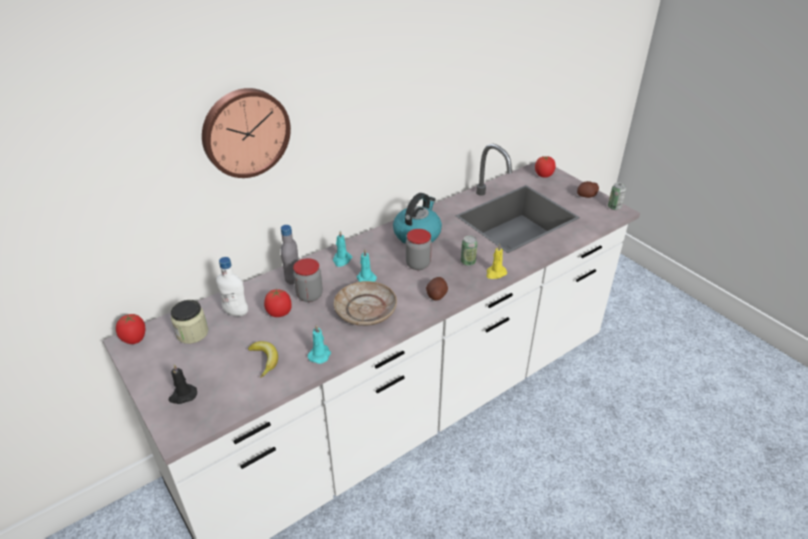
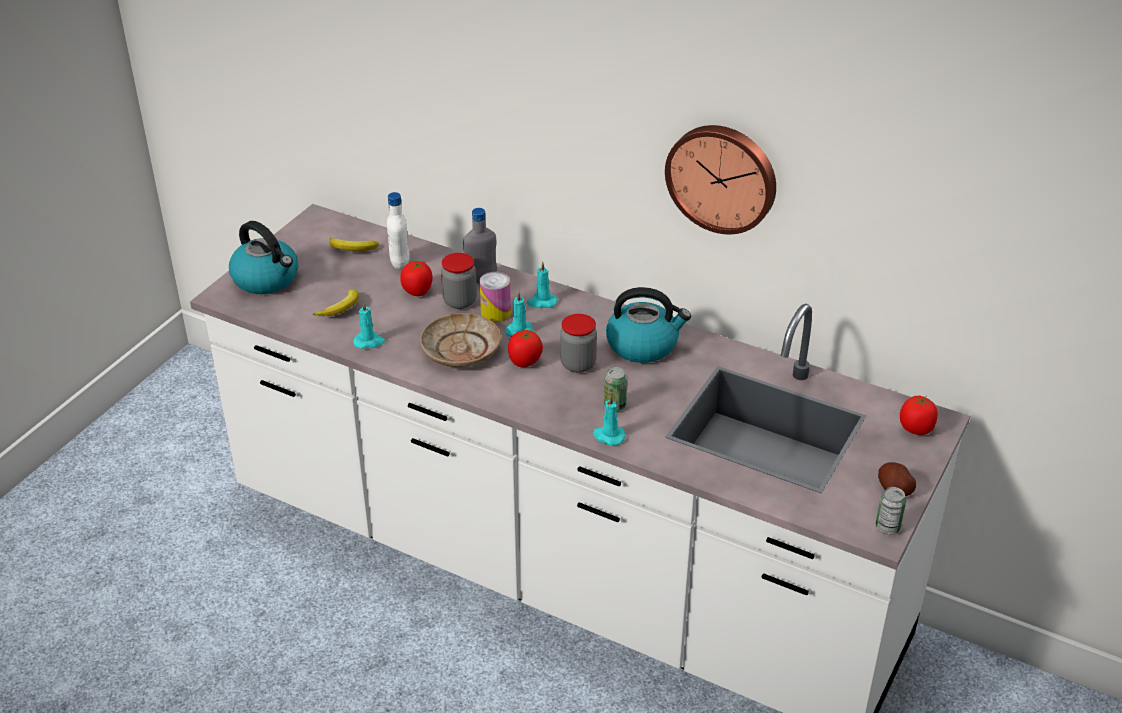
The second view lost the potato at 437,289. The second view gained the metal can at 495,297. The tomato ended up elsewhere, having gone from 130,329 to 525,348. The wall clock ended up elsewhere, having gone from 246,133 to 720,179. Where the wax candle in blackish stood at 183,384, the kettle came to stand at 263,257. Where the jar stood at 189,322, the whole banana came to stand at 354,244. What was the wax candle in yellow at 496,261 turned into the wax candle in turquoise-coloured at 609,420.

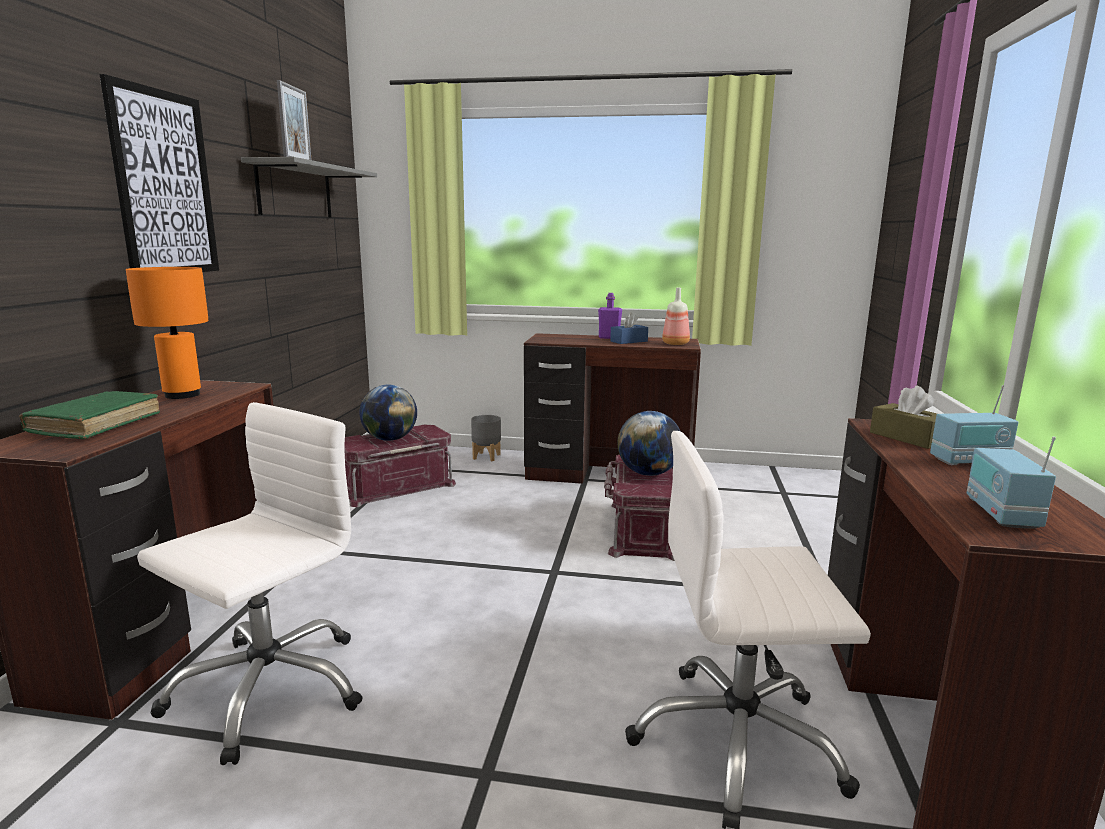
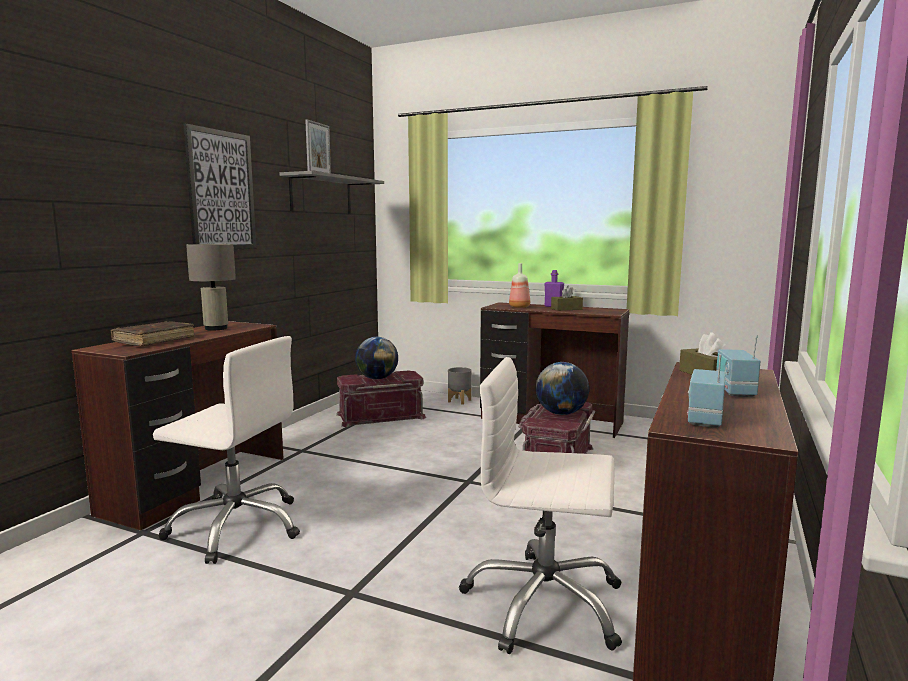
The bottle ended up elsewhere, having gone from 676,316 to 519,285. What was the bound book in green-coloured at 89,415 turned into the bound book in brownish at 152,334. What was the tabletop lamp in orangey at 167,333 turned into the tabletop lamp in grey at 211,287. What was the box of tissues in blue at 629,328 turned into the box of tissues in brownish at 567,298. The computer chair in white-coloured at 250,583 ended up facing another way, 60 degrees clockwise from before. The radio at 974,425 ended up facing another way, 90 degrees clockwise from before.

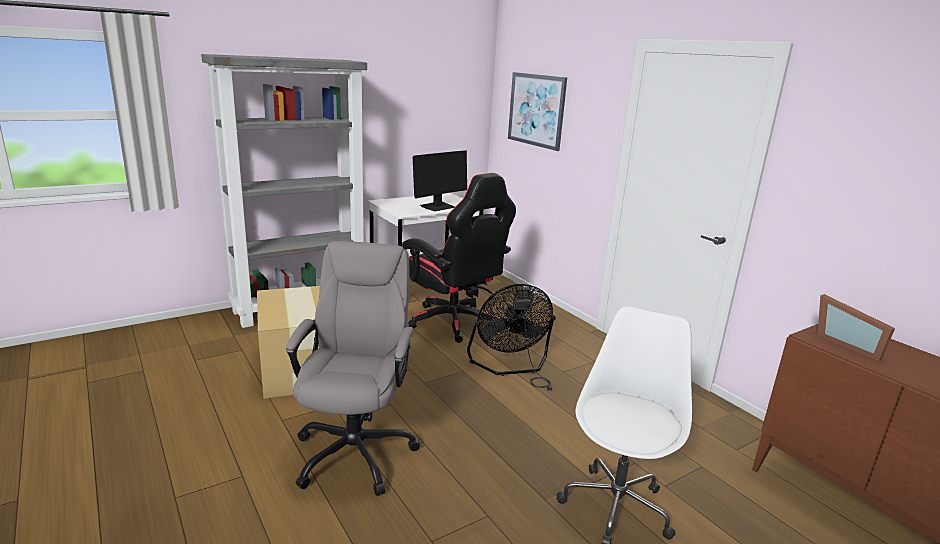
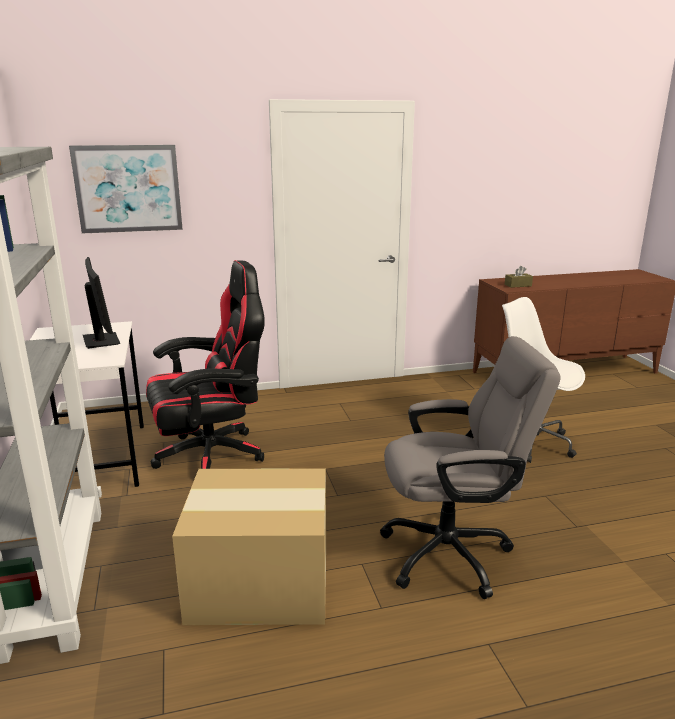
The second view lost the fan in blackish at 511,337. Where the picture frame stood at 856,327, the box of tissues in brownish came to stand at 519,277. The computer chair in grey at 353,368 ended up facing another way, 150 degrees clockwise from before.

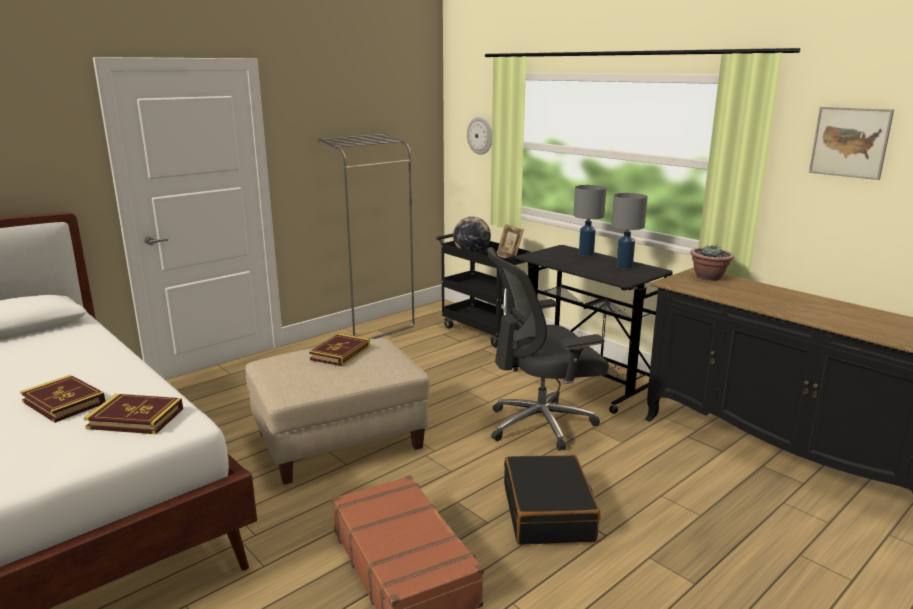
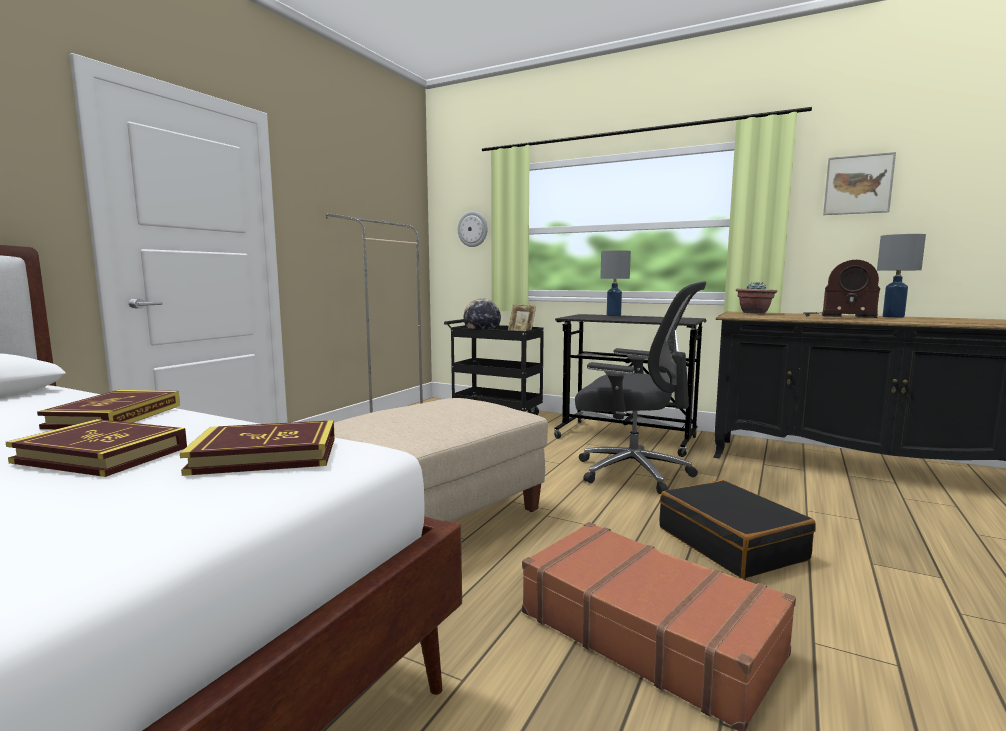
The second view gained the radio at 842,289. The bound book ended up elsewhere, having gone from 339,350 to 108,410. The tabletop lamp in grey ended up elsewhere, having gone from 629,231 to 901,276. The computer chair at 548,348 ended up facing another way, 120 degrees counterclockwise from before.

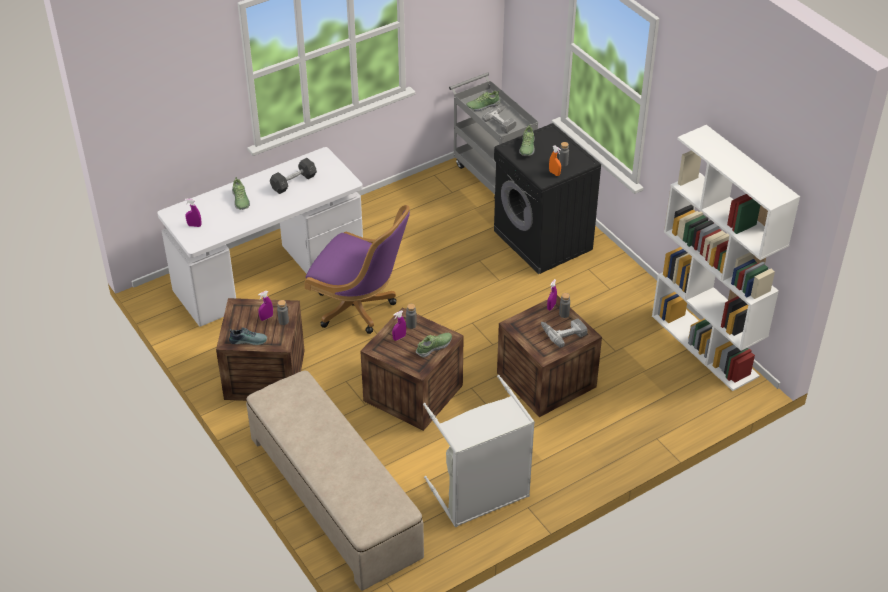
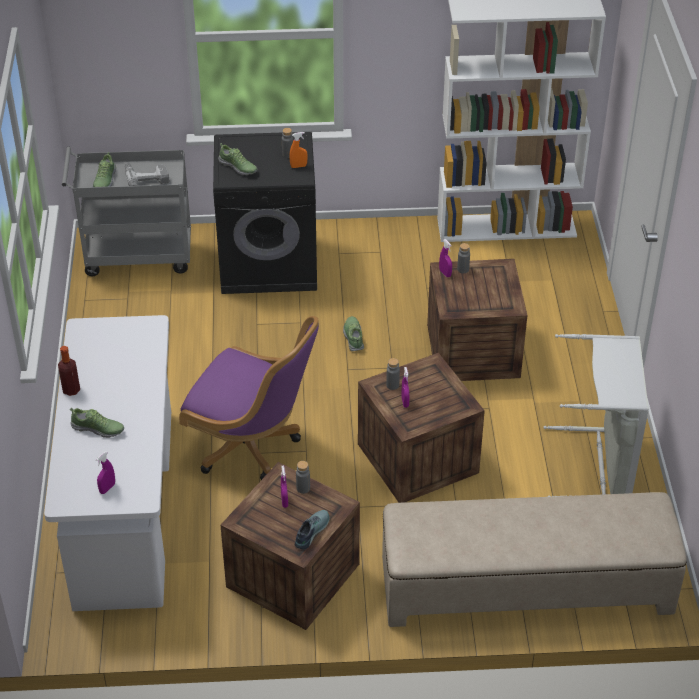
The second view lost the free weight in grey at 293,176. The second view lost the drill at 564,333. The second view gained the bottle at 69,371. The item of footwear ended up elsewhere, having gone from 434,345 to 353,333. The computer chair in purplish at 357,269 ended up facing another way, 60 degrees clockwise from before.

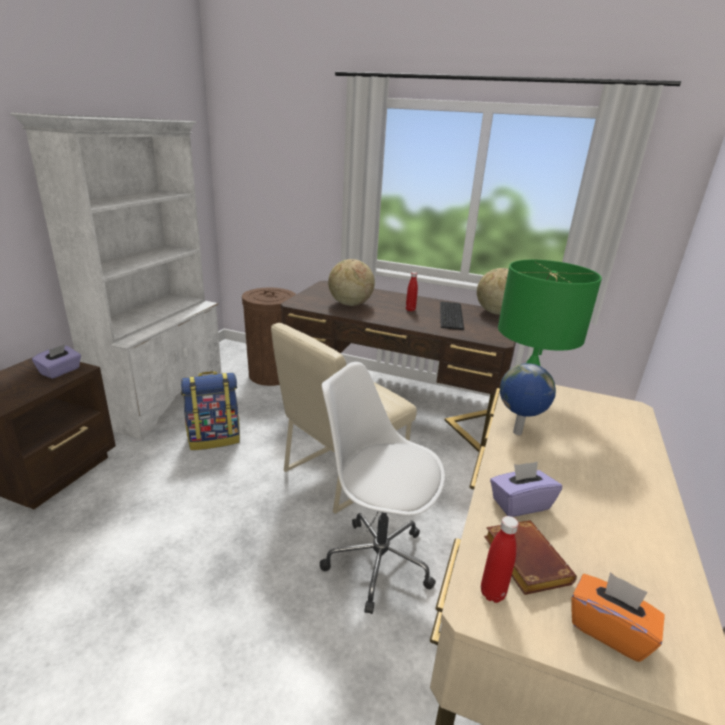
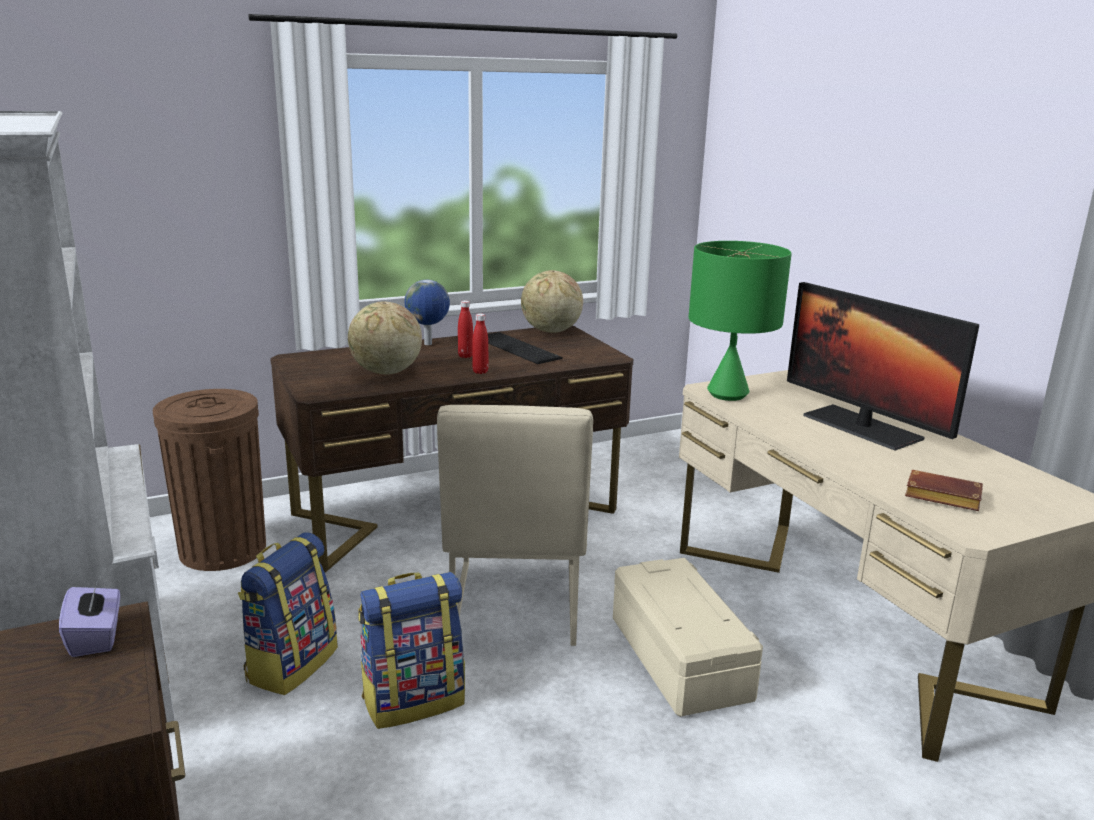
The second view lost the box of tissues in purplish at 526,489. The second view lost the box of tissues in orangey at 618,617. The second view gained the backpack at 412,650. The second view gained the computer display at 883,366. The bottle in red ended up elsewhere, having gone from 500,559 to 480,343. The globe ended up elsewhere, having gone from 528,399 to 427,312. Where the computer chair in white-coloured stood at 382,488, the storage container in sand-coloured came to stand at 688,637.

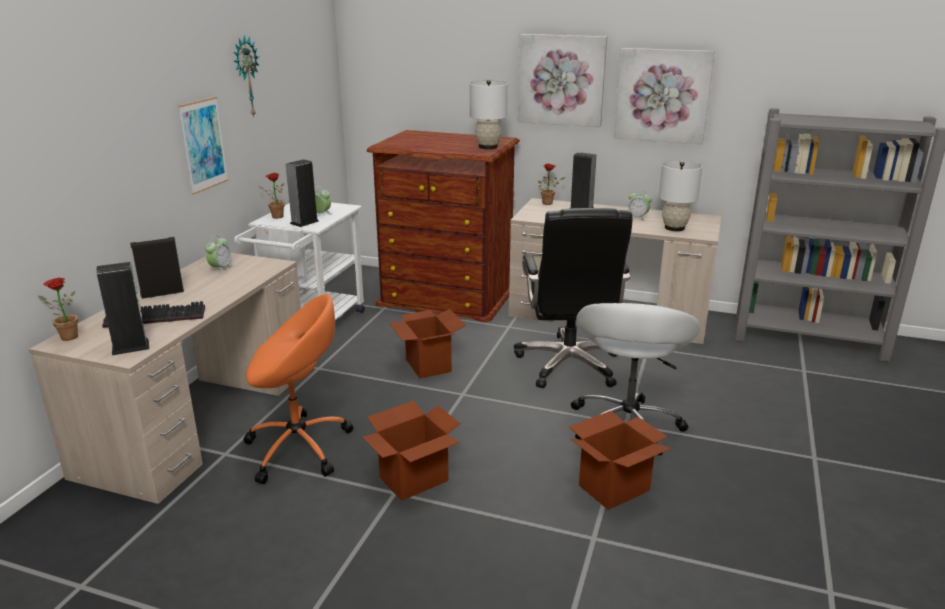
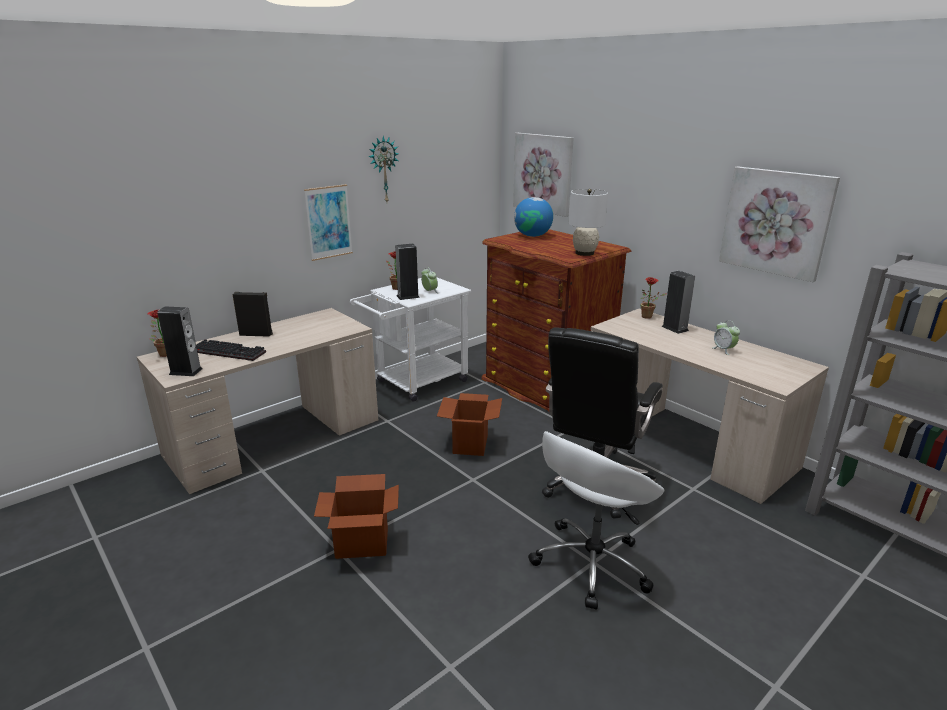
The second view lost the table clock at 219,254. The second view lost the computer chair in orangey at 298,389. The second view lost the carton at 620,460. The second view lost the tabletop lamp in white-coloured at 680,195. The second view gained the globe at 533,217. The wall art ended up elsewhere, having gone from 562,80 to 543,175.

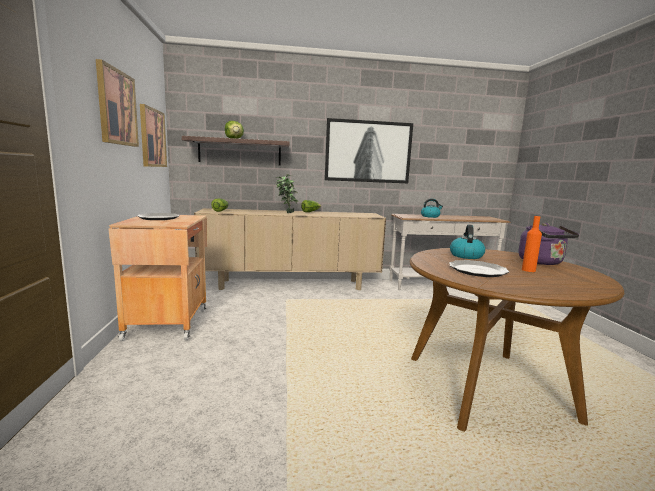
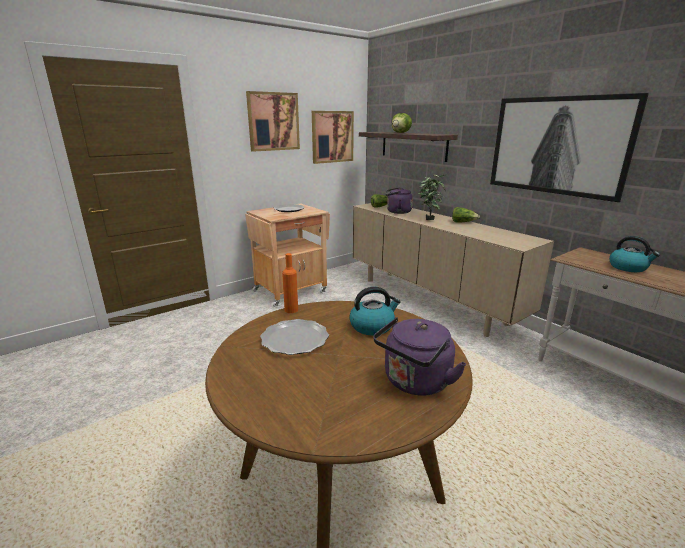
The second view gained the kettle in purplish at 399,200. The bottle in orangey ended up elsewhere, having gone from 532,244 to 290,283.

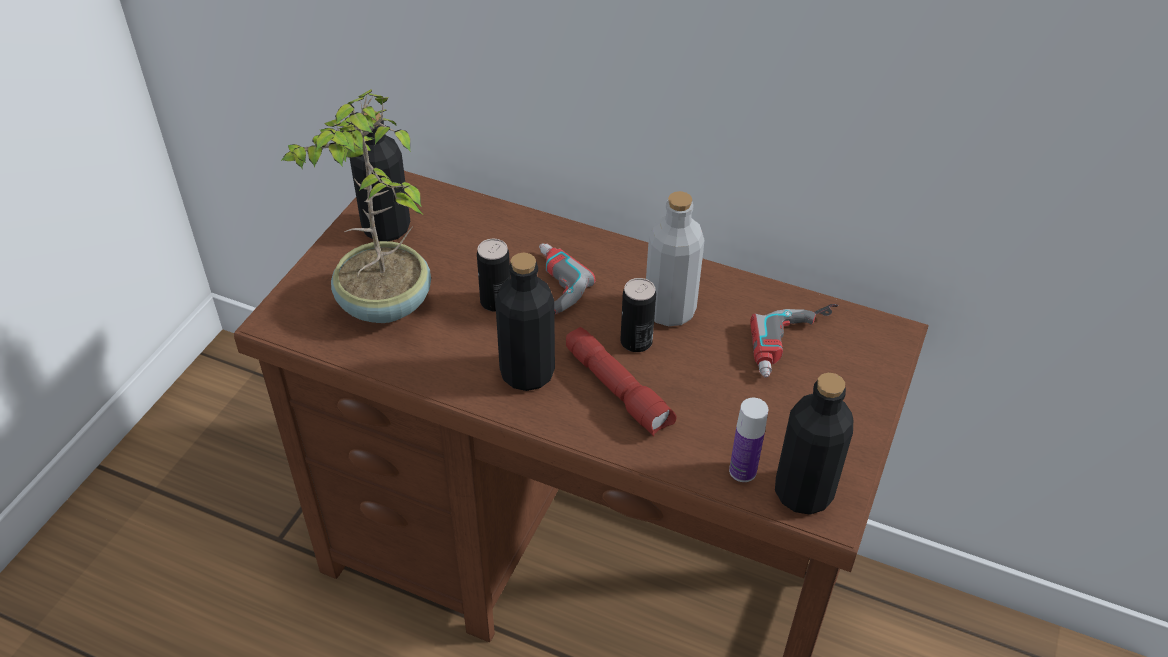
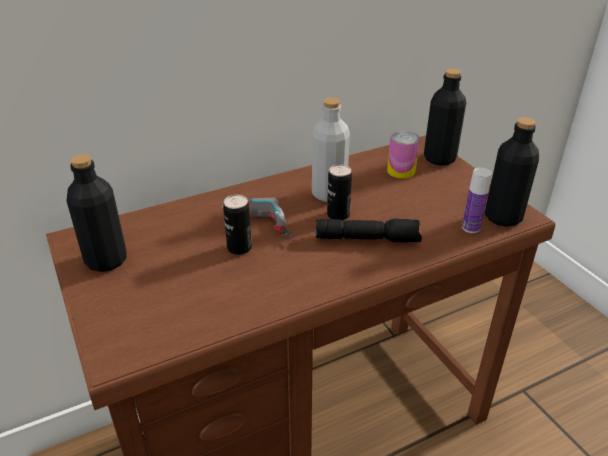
The second view lost the potted plant at 356,206. The bottle in blackish ended up elsewhere, having gone from 525,321 to 445,117. Where the drill stood at 794,341, the metal can came to stand at 403,155. What was the torch in red at 621,382 turned into the torch in blackish at 369,231.

